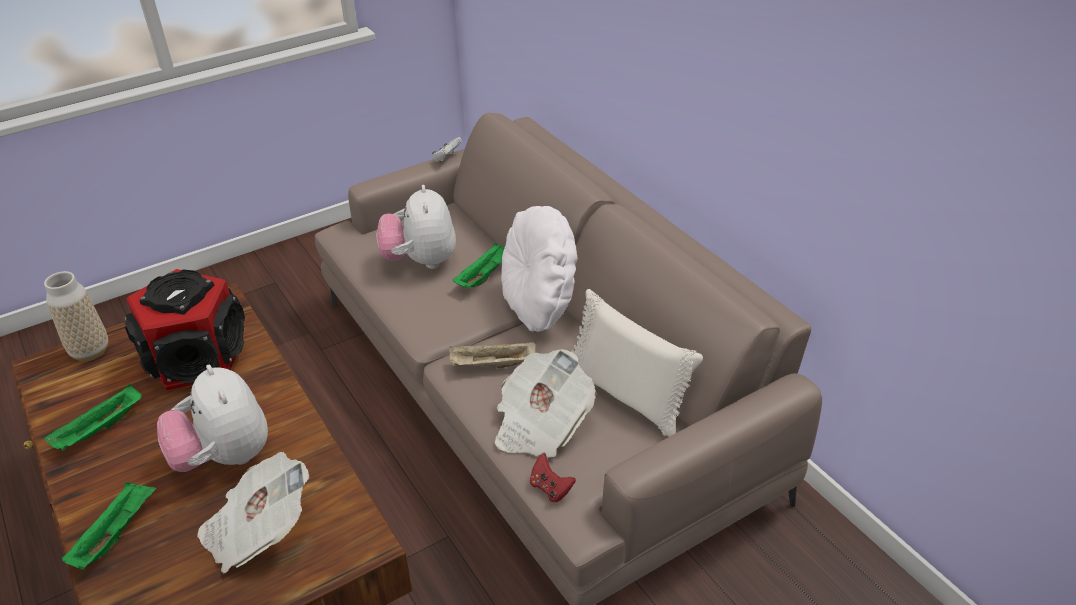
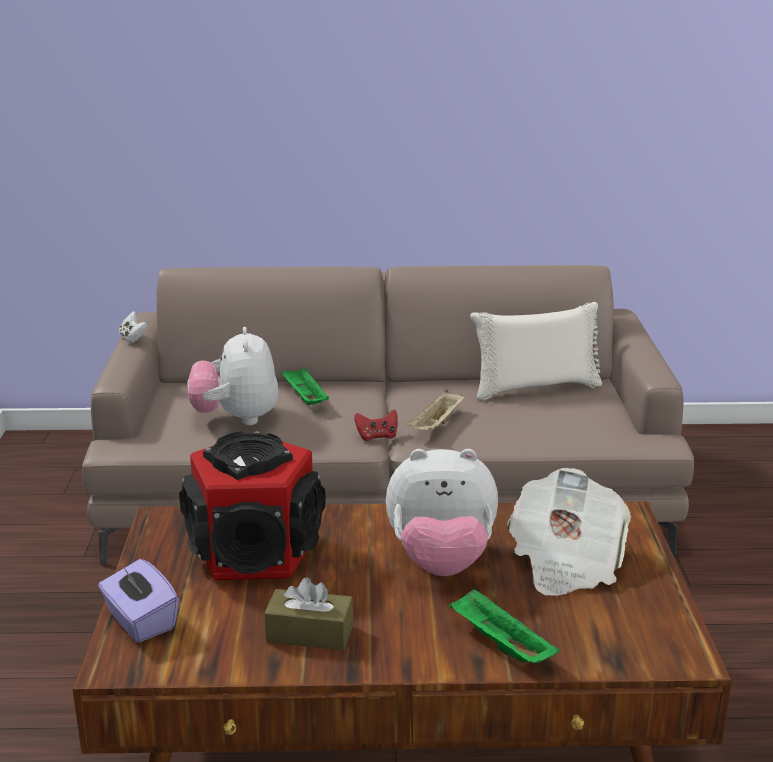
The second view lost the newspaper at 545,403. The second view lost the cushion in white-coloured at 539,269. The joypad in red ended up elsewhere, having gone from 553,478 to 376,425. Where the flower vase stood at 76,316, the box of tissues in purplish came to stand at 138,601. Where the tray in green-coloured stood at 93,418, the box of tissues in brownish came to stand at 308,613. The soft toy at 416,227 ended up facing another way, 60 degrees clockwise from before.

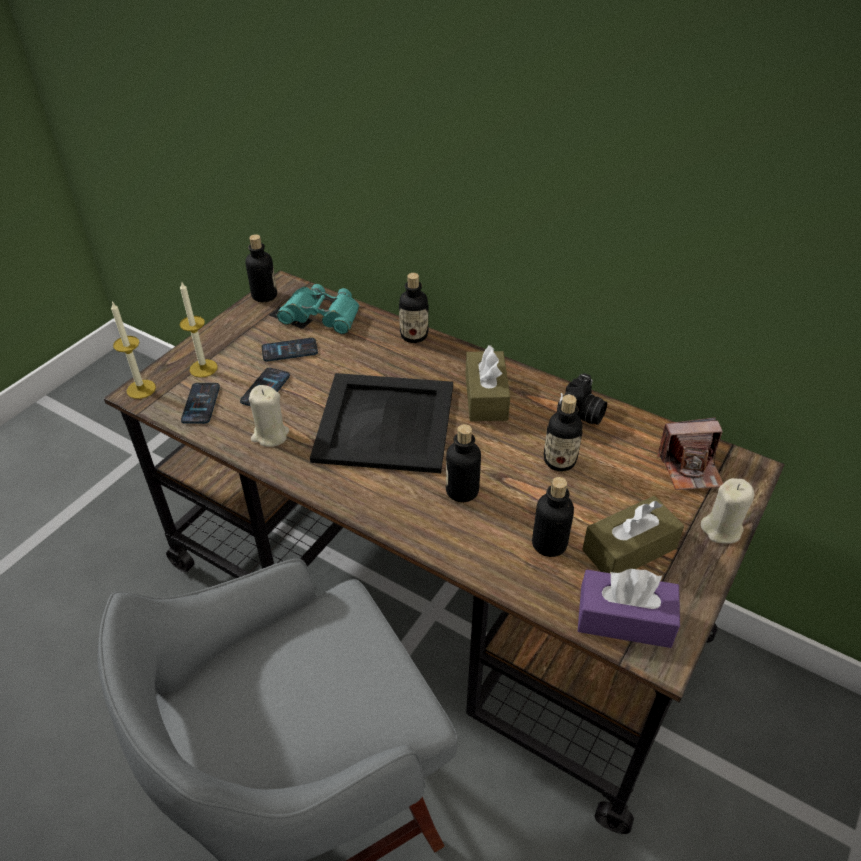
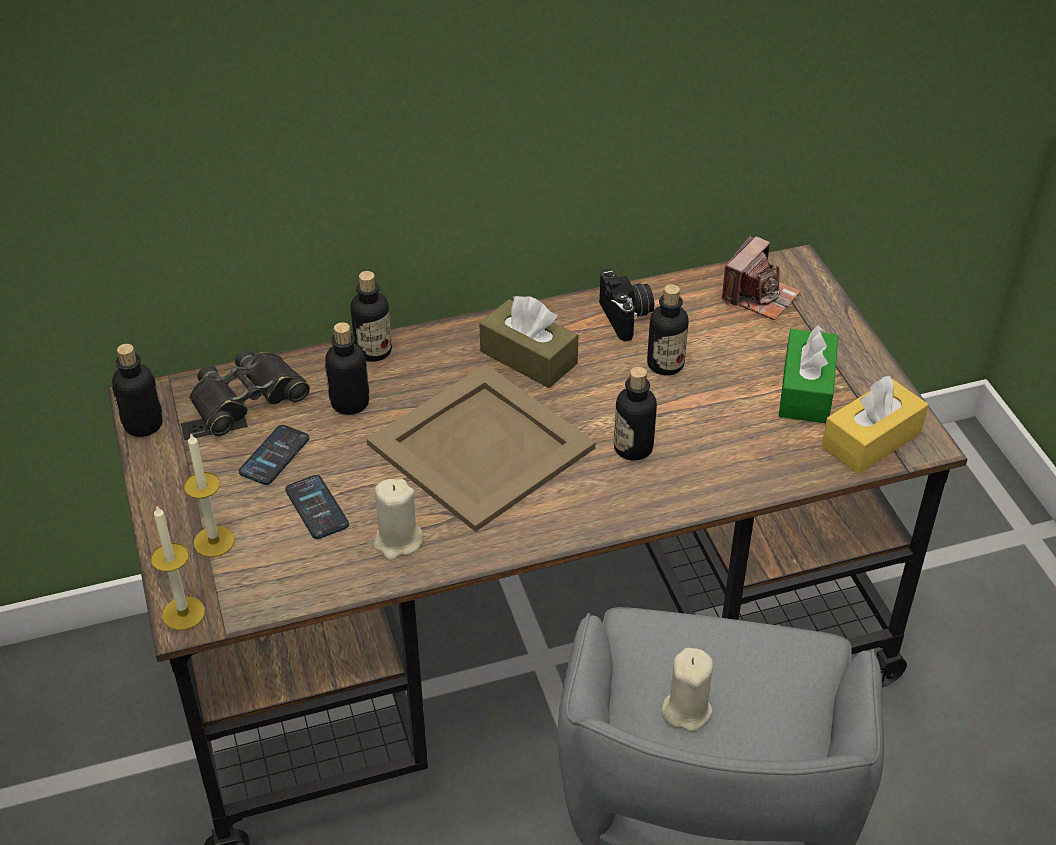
The second view lost the handset at 200,403. The bottle ended up elsewhere, having gone from 553,517 to 347,368. The wax candle in sand-coloured ended up elsewhere, having gone from 727,511 to 687,690. What was the field glasses in turquoise-coloured at 318,309 turned into the field glasses in blackish at 250,392. What was the tray in blackish at 381,423 turned into the tray in sand-coloured at 481,448. What was the box of tissues in purplish at 629,608 turned into the box of tissues in yellow at 875,425. What was the box of tissues in brownish at 633,534 turned into the box of tissues in green-coloured at 809,374.

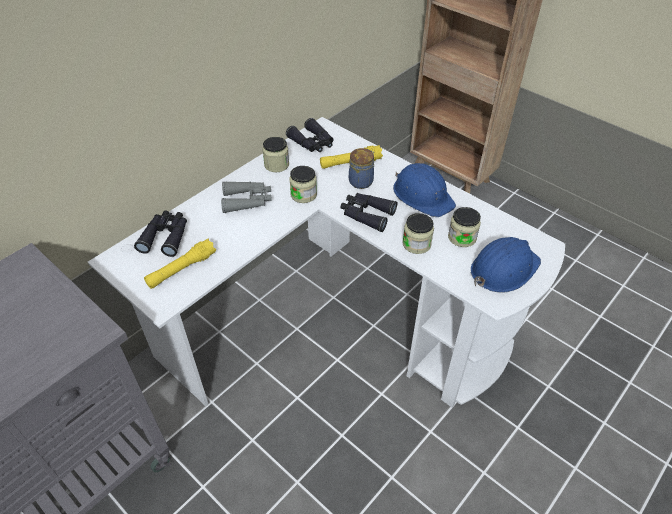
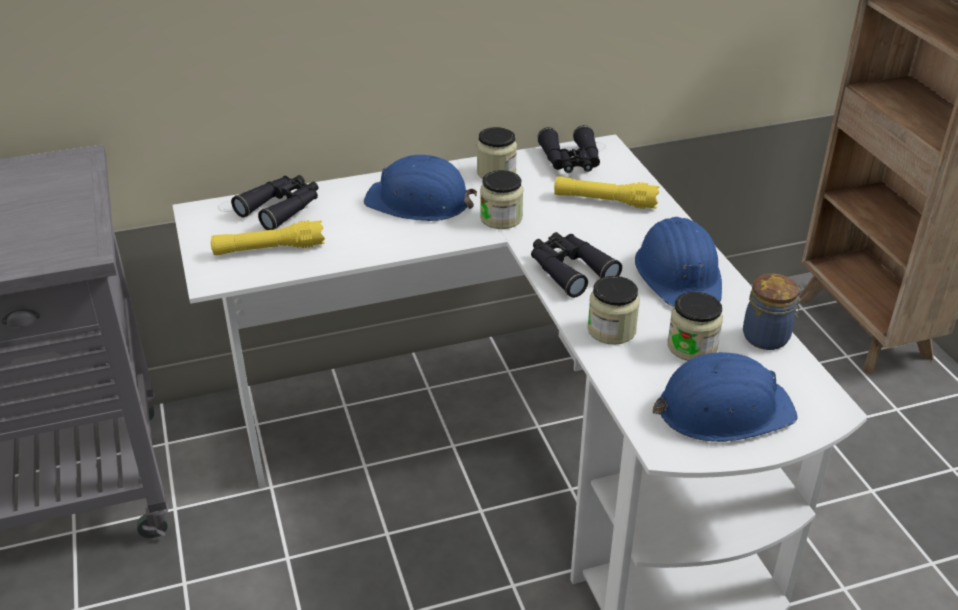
The jar ended up elsewhere, having gone from 361,168 to 773,312. Where the field glasses in grey stood at 246,197, the safety helmet in blue came to stand at 420,188.

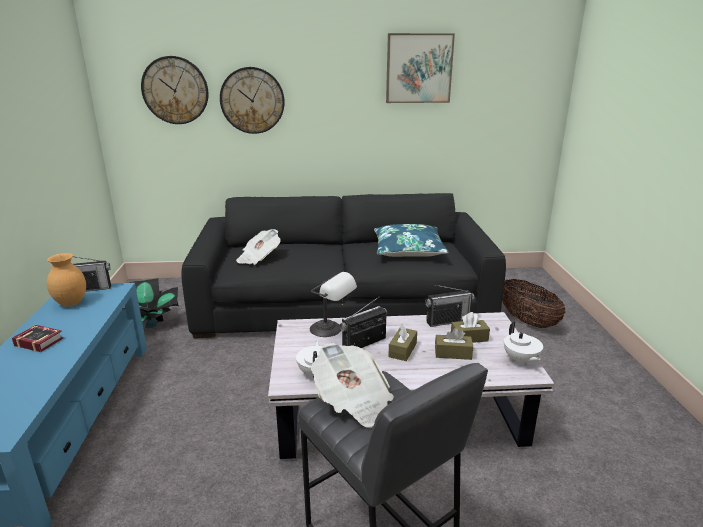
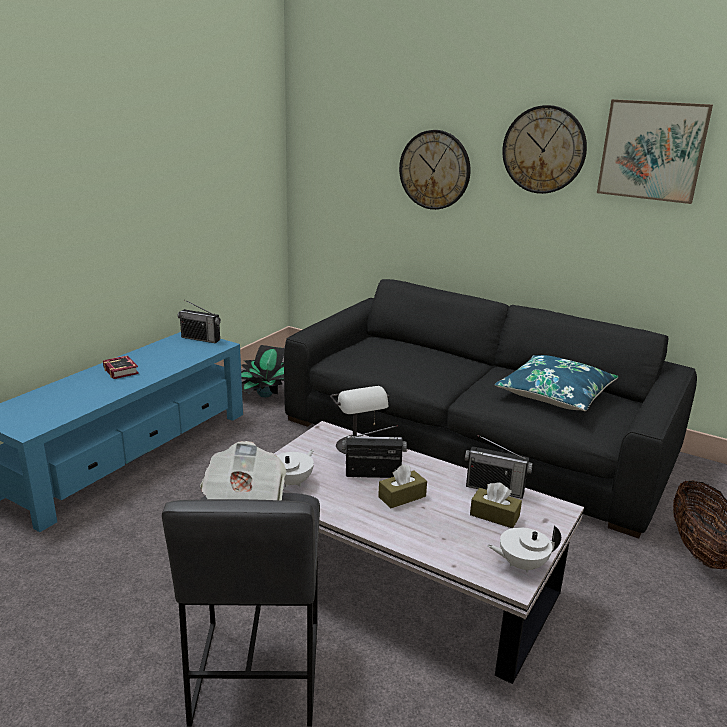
The second view lost the flower vase in brownish at 66,280. The second view lost the newspaper at 258,247. The second view lost the box of tissues in brownish at 454,344. The wall clock ended up elsewhere, having gone from 174,90 to 544,149. The pot for tea in white-coloured at 523,344 ended up facing another way, 60 degrees clockwise from before.

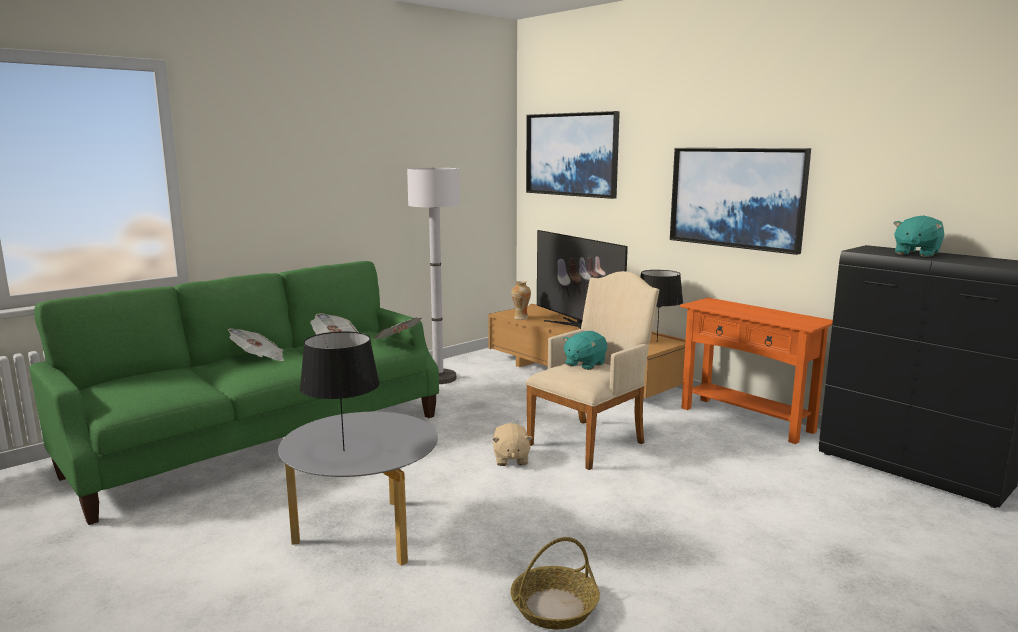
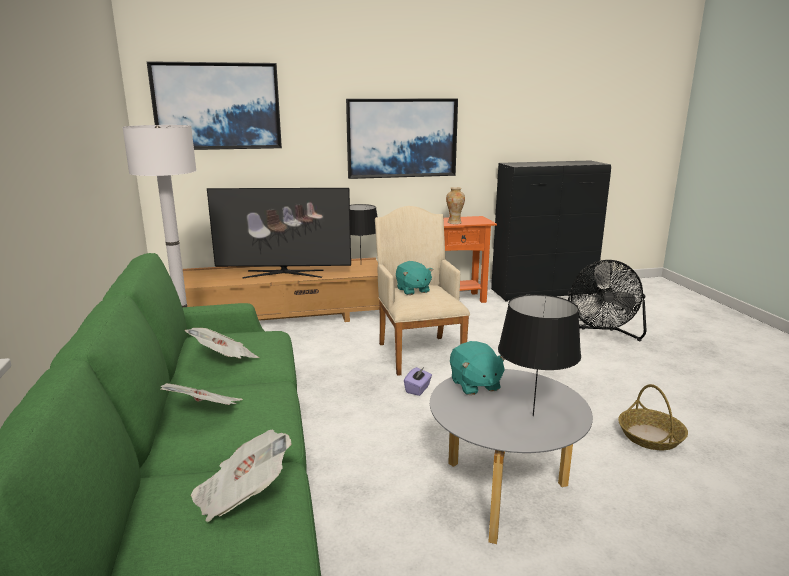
The second view gained the fan in blackish at 607,301. The newspaper ended up elsewhere, having gone from 397,328 to 241,476. The flower vase ended up elsewhere, having gone from 521,300 to 455,205. The soft toy in turquoise-coloured ended up elsewhere, having gone from 918,236 to 477,368. Where the soft toy in sand-coloured stood at 512,444, the box of tissues in purplish came to stand at 418,381.

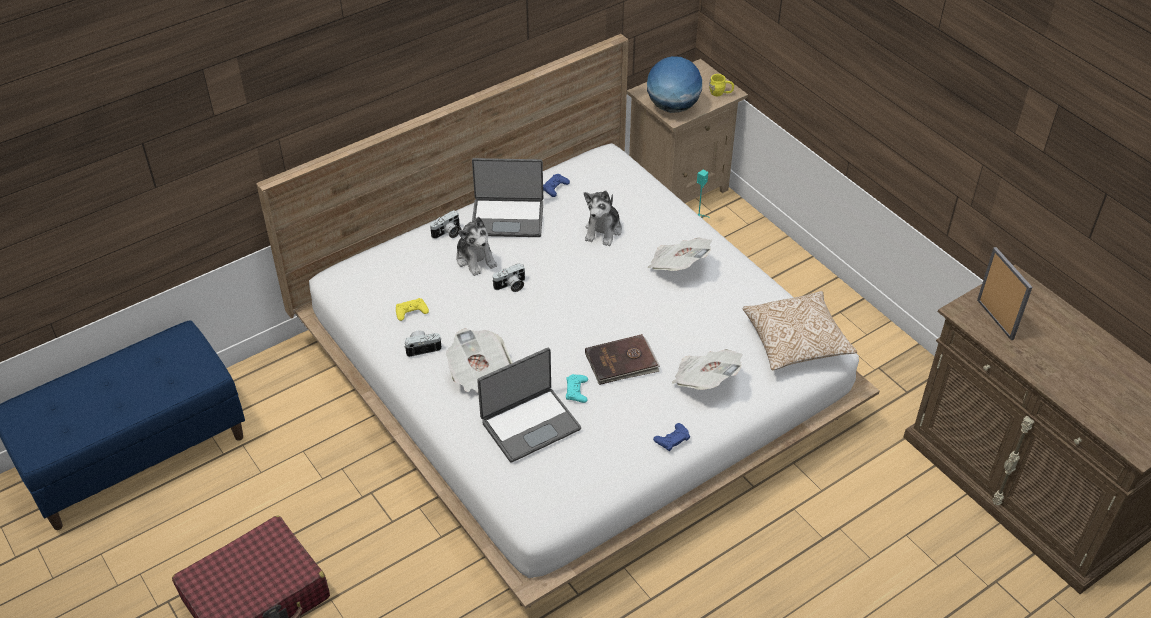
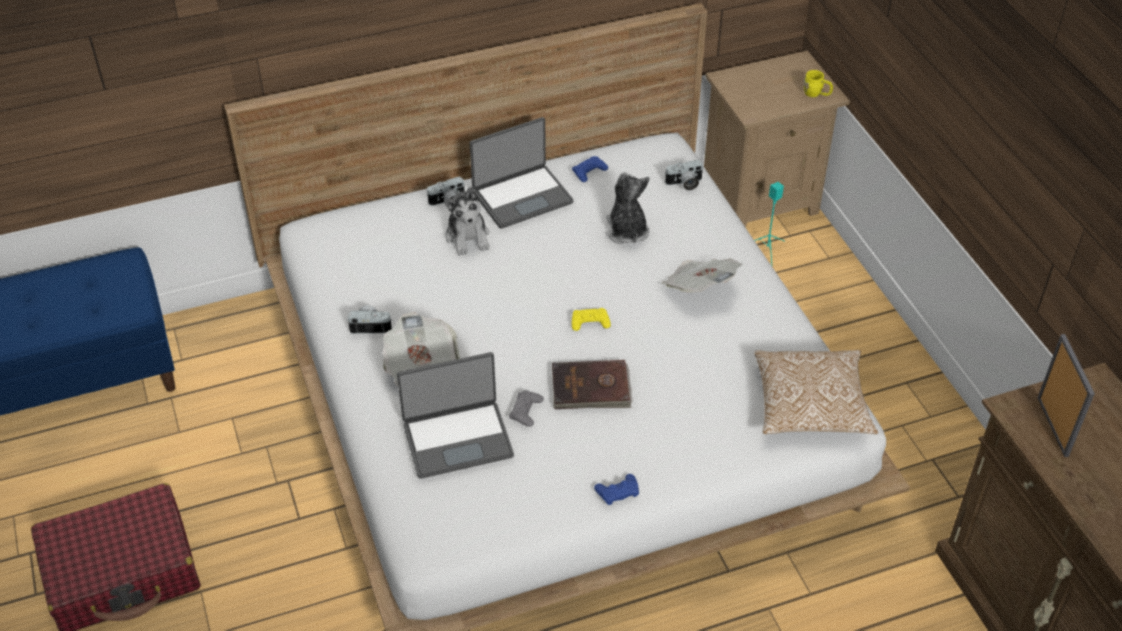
The second view lost the globe at 674,84. The second view lost the newspaper at 707,369. The joypad in yellow ended up elsewhere, having gone from 412,309 to 591,319. The photo camera ended up elsewhere, having gone from 508,277 to 684,175. What was the joypad in turquoise-coloured at 577,388 turned into the joypad in grey at 526,408. The notebook computer at 507,197 ended up facing another way, 45 degrees counterclockwise from before. The soft toy at 603,218 ended up facing another way, 135 degrees clockwise from before.

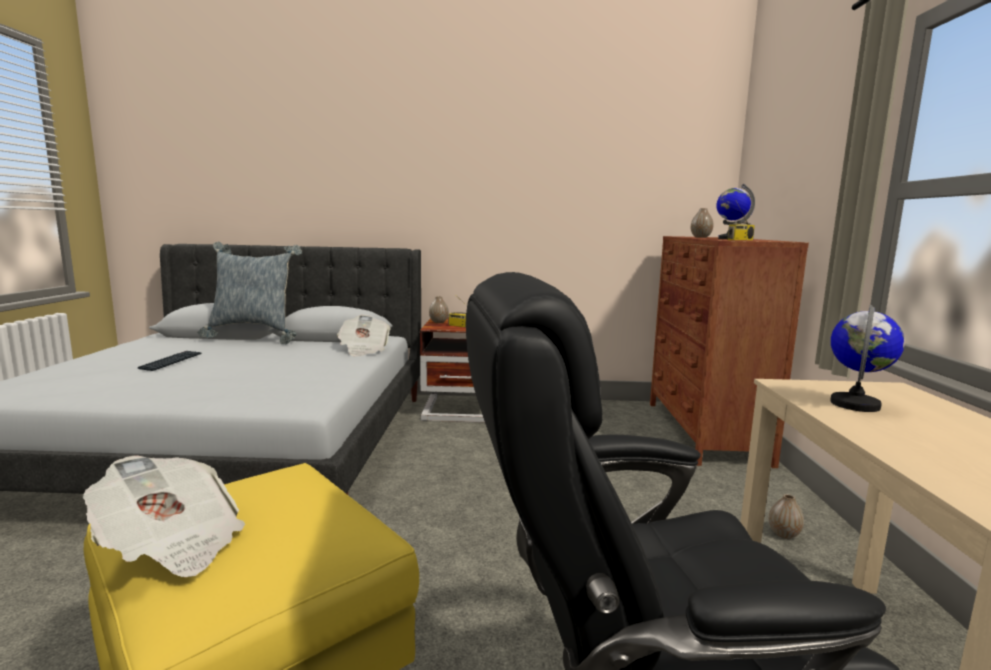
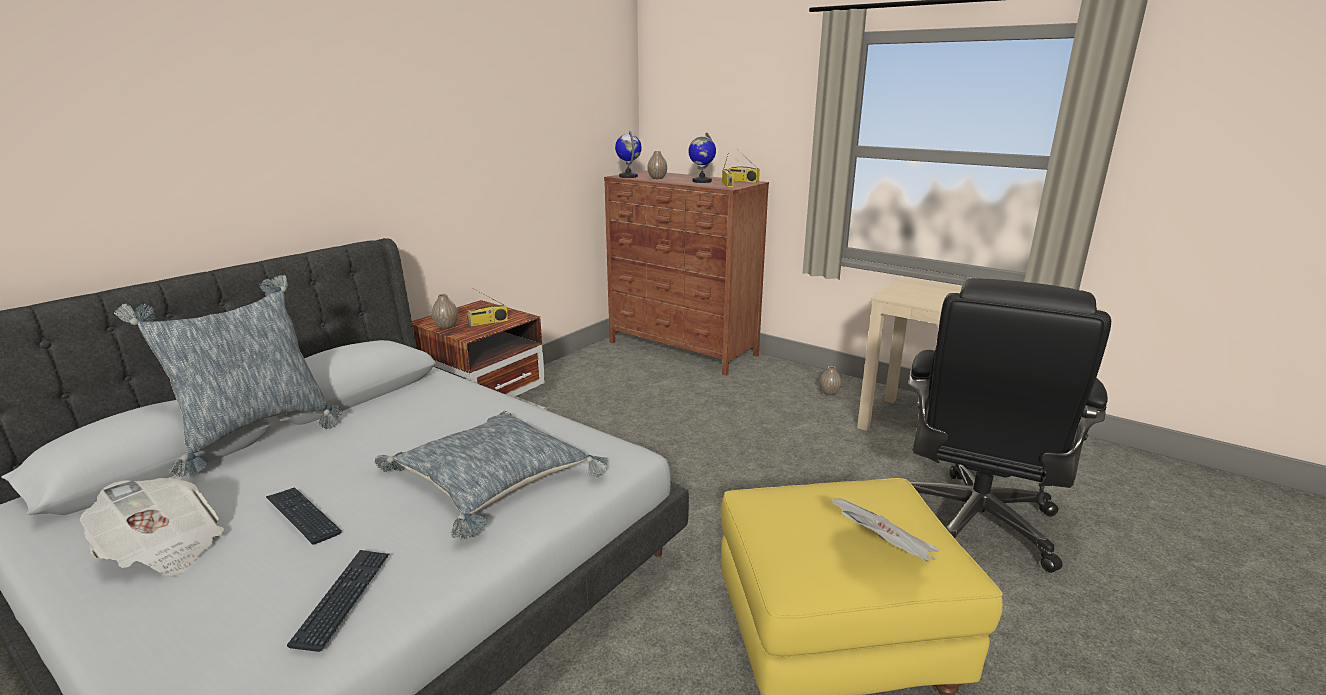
The second view gained the PC keyboard at 338,601. The second view gained the cushion at 491,475. The second view gained the radio at 744,165. The newspaper ended up elsewhere, having gone from 364,335 to 152,527. The globe ended up elsewhere, having gone from 867,358 to 628,154.

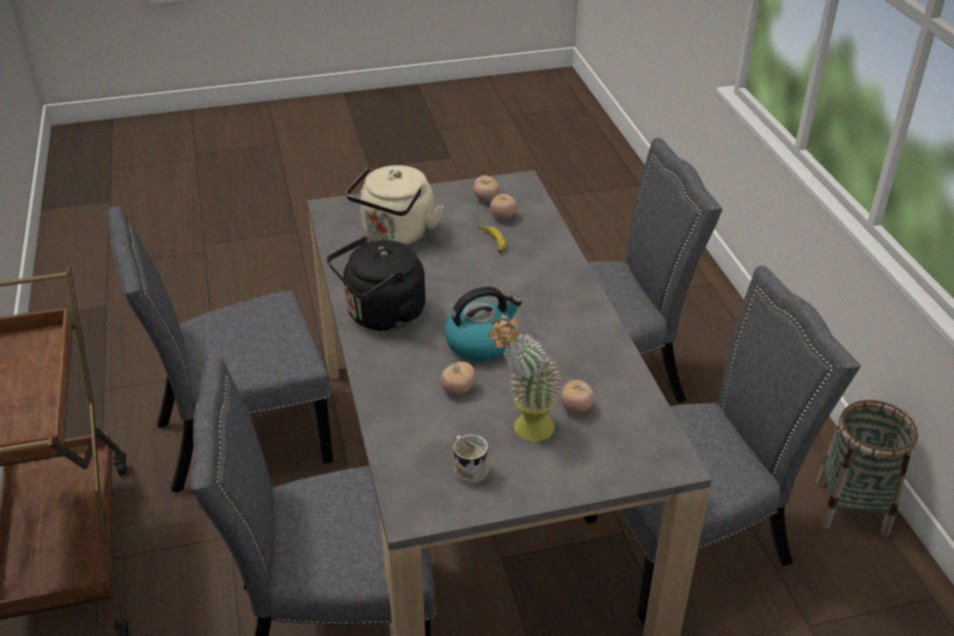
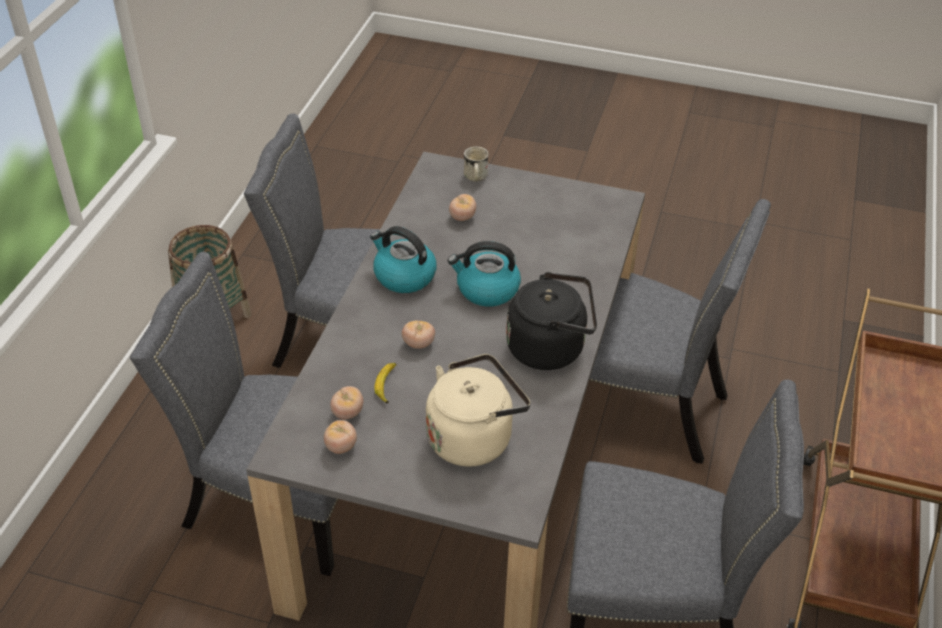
The second view lost the potted plant at 524,378. The second view gained the kettle at 403,259. The tomato ended up elsewhere, having gone from 458,377 to 418,334. The tea mug in white-coloured ended up elsewhere, having gone from 471,459 to 476,164.

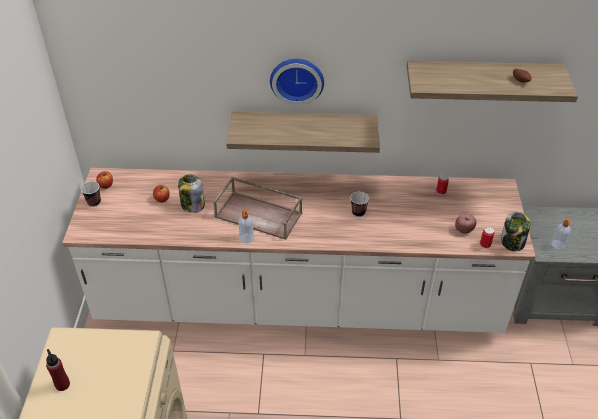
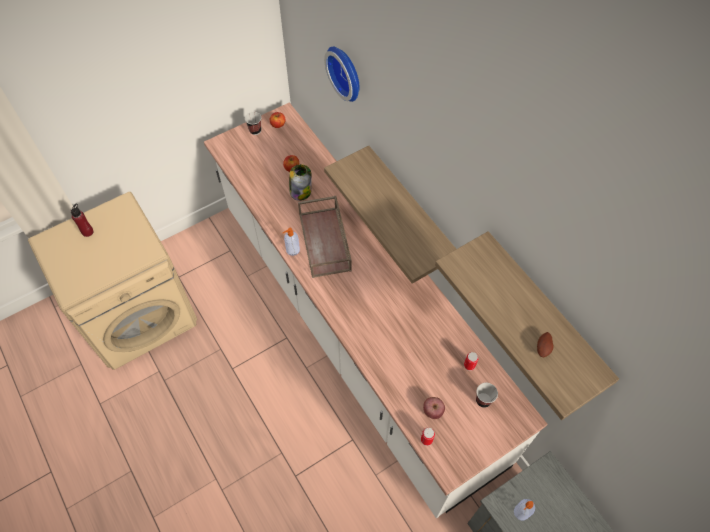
The second view lost the jar at 515,231. The wall clock ended up elsewhere, having gone from 297,82 to 342,74. The drinking cup ended up elsewhere, having gone from 359,204 to 487,395.

